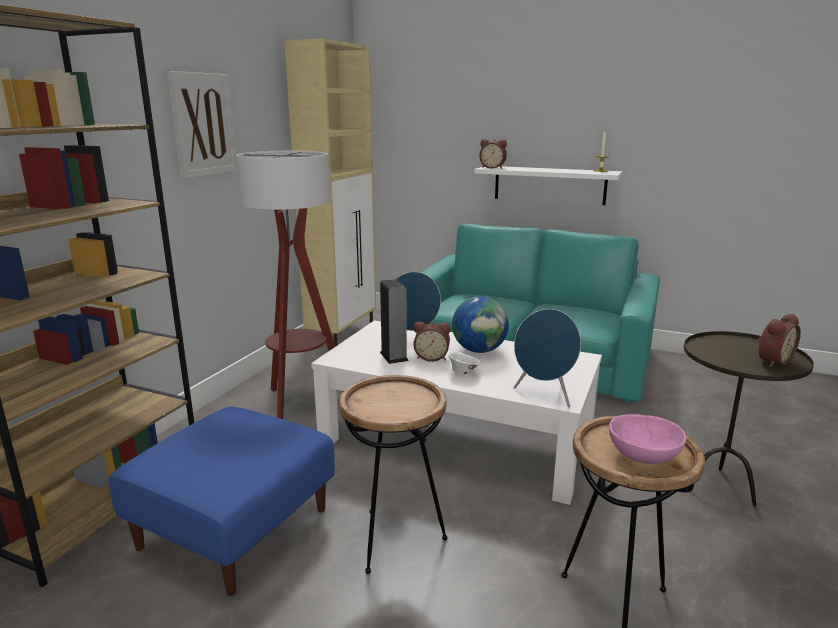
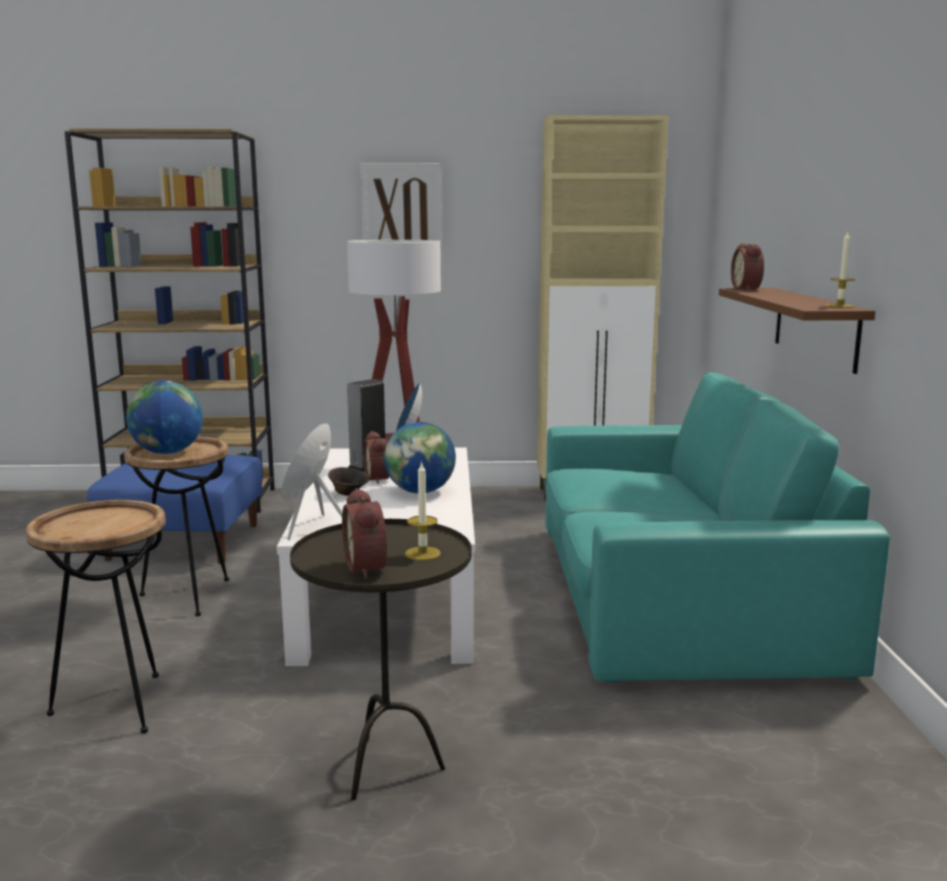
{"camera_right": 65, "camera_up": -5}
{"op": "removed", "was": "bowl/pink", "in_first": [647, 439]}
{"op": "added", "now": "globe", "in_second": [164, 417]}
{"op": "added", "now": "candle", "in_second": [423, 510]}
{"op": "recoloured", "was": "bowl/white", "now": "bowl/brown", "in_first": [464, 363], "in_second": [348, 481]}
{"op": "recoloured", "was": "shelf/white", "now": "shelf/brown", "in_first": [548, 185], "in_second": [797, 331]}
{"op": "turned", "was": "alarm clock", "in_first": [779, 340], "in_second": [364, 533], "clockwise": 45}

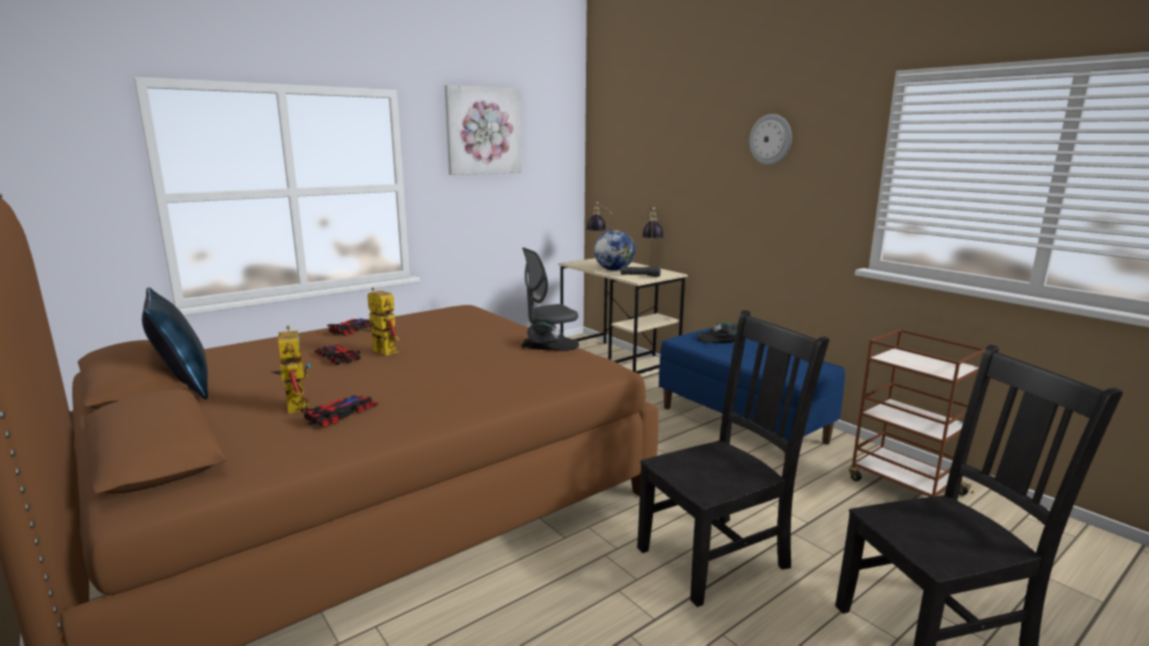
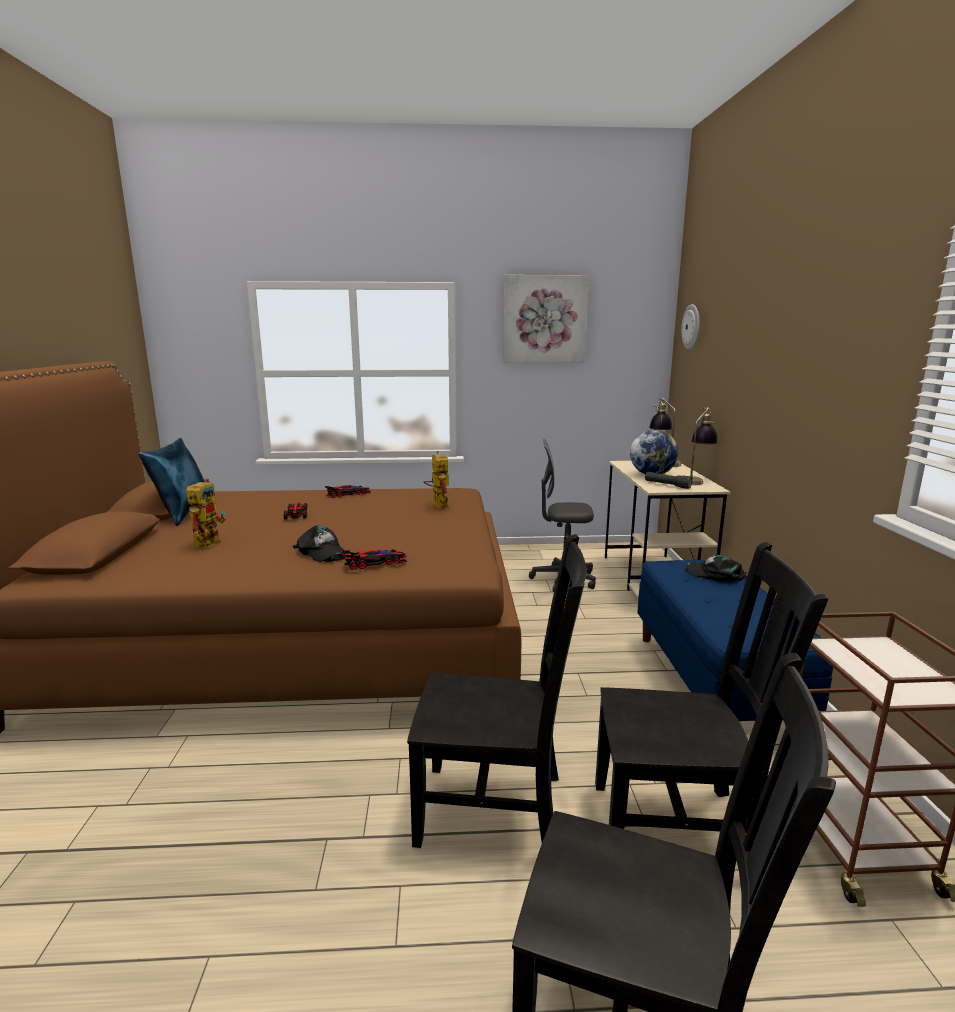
{"camera_right": 35, "camera_up": 0}
{"op": "added", "now": "chair/black", "in_second": [711, 688]}
{"op": "moved", "was": "toy car", "in_first": [339, 411], "in_second": [375, 559]}
{"op": "moved", "was": "toy robot", "in_first": [378, 321], "in_second": [437, 480]}
{"op": "moved", "was": "cap/black", "in_first": [550, 336], "in_second": [319, 543]}
{"op": "moved", "was": "wall clock", "in_first": [771, 139], "in_second": [690, 327]}

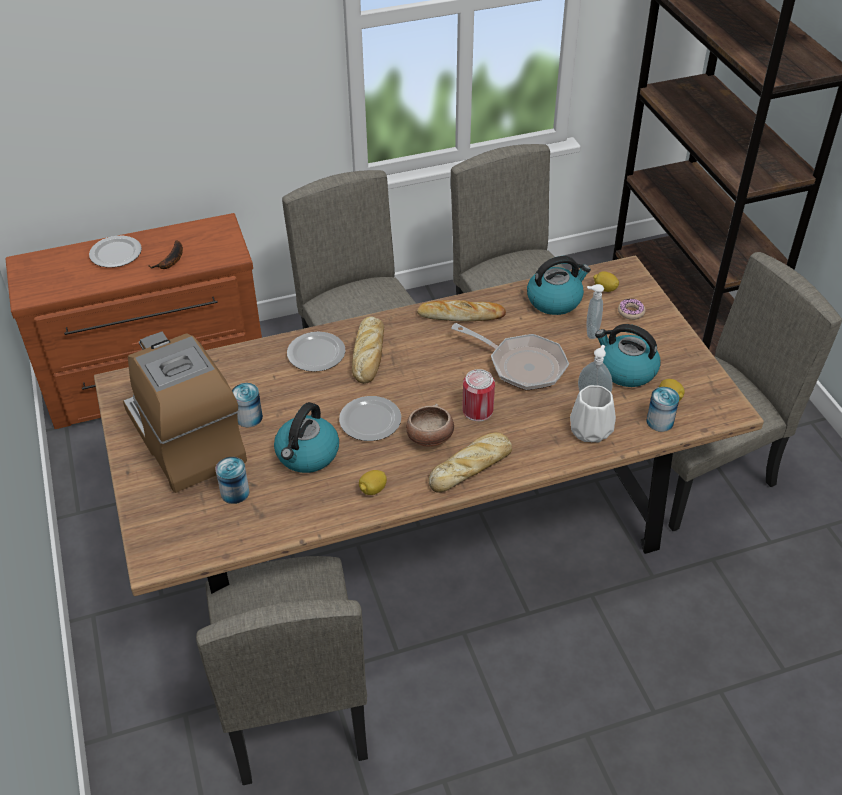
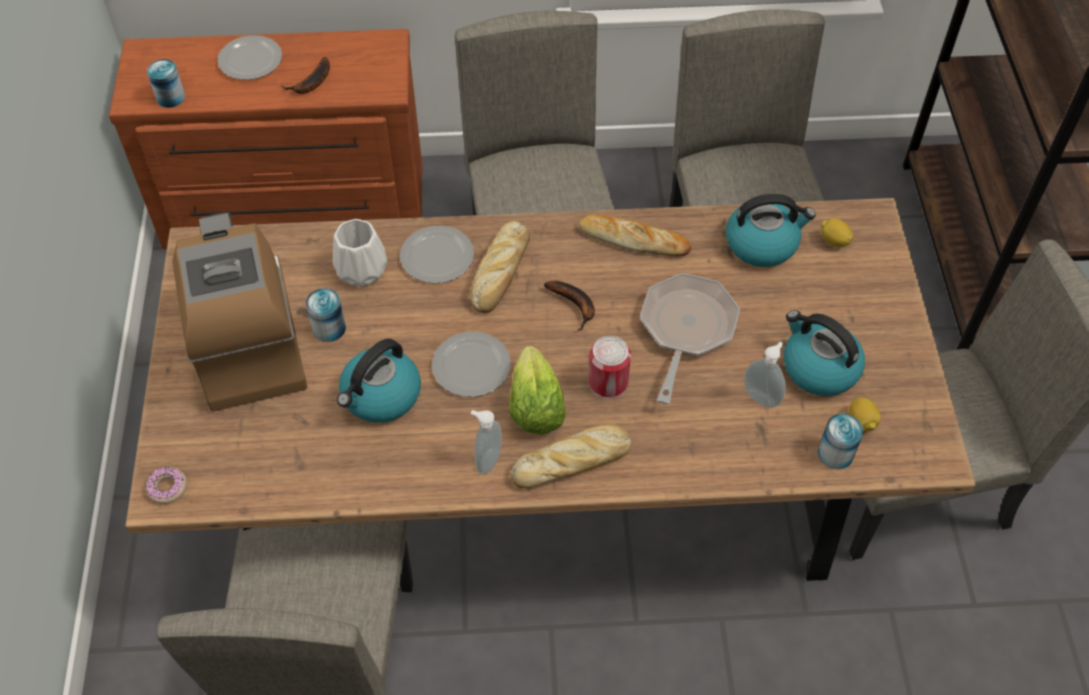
{"camera_right": 15, "camera_up": 10}
{"op": "removed", "was": "lemon", "in_first": [373, 482]}
{"op": "added", "now": "banana", "in_second": [569, 305]}
{"op": "moved", "was": "can", "in_first": [232, 480], "in_second": [166, 83]}
{"op": "moved", "was": "vase/white", "in_first": [593, 413], "in_second": [360, 253]}
{"op": "moved", "was": "soap dispenser", "in_first": [595, 311], "in_second": [486, 442]}
{"op": "moved", "was": "donut", "in_first": [631, 309], "in_second": [166, 485]}
{"op": "replaced", "was": "bowl", "now": "lettuce", "in_first": [430, 425], "in_second": [537, 390]}
{"op": "turned", "was": "frying pan", "in_first": [510, 357], "in_second": [690, 338], "clockwise": -120}

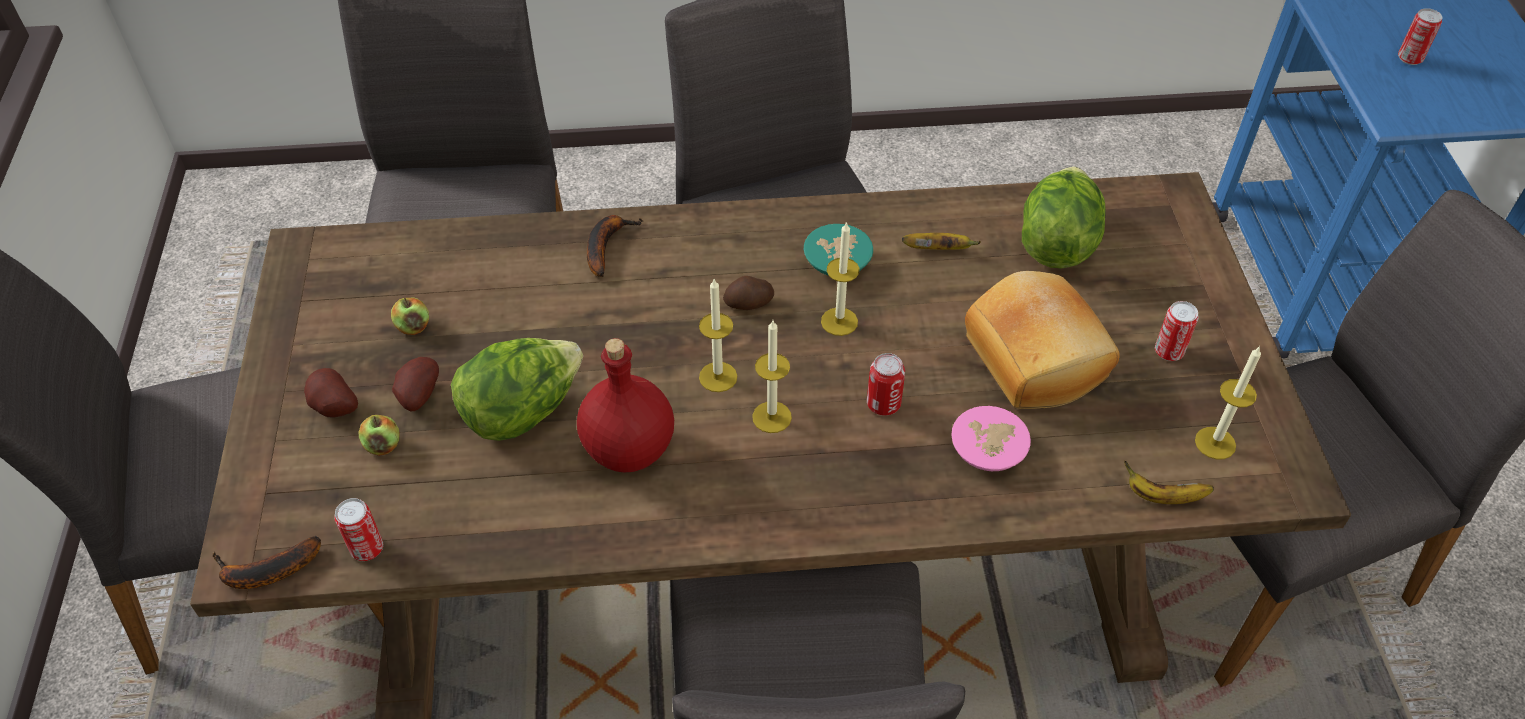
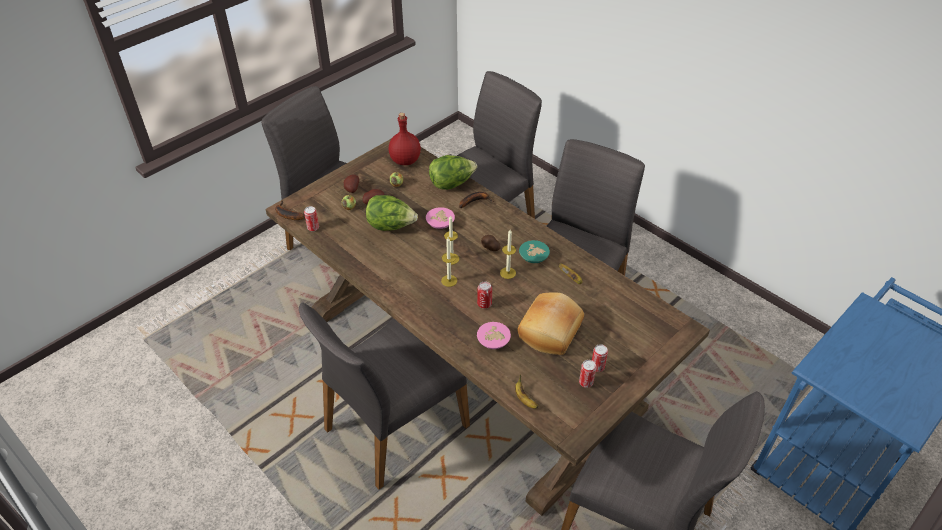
{"camera_right": 50, "camera_up": -5}
{"op": "removed", "was": "candle", "in_first": [1228, 403]}
{"op": "added", "now": "bowl/pink", "in_second": [440, 218]}
{"op": "moved", "was": "bottle/red", "in_first": [625, 405], "in_second": [405, 139]}
{"op": "moved", "was": "lettuce", "in_first": [1064, 218], "in_second": [453, 172]}
{"op": "moved", "was": "can", "in_first": [1420, 36], "in_second": [587, 374]}

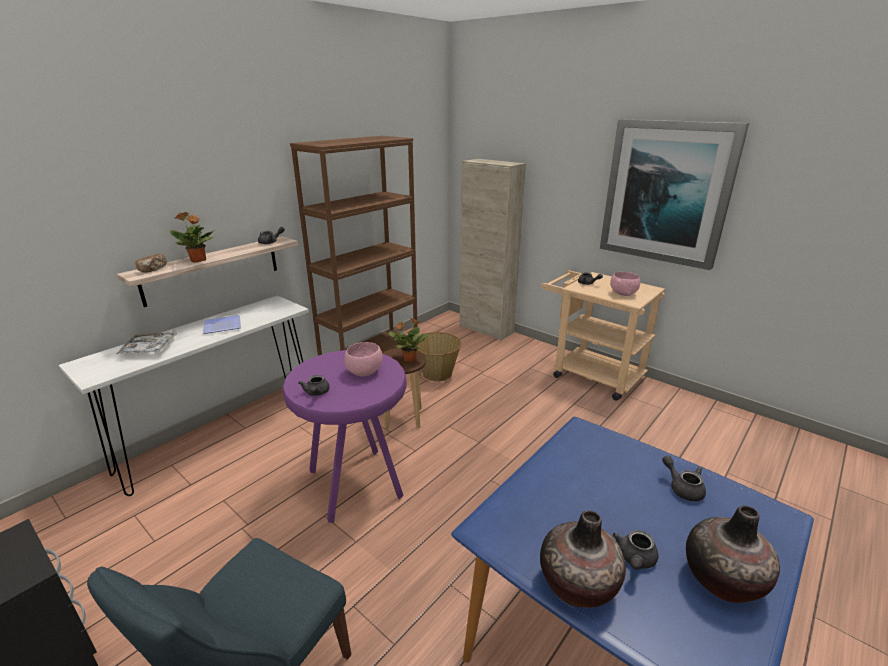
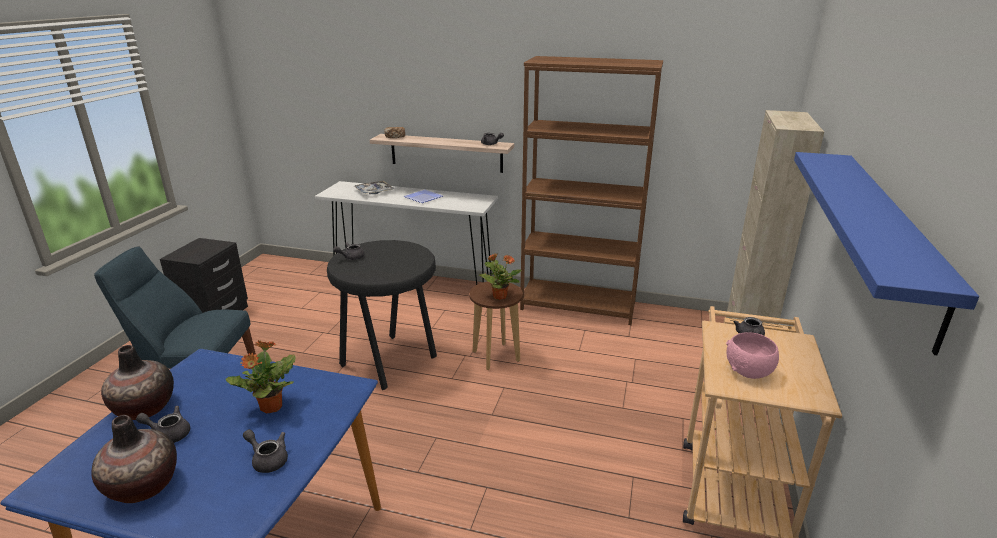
{"camera_right": 65, "camera_up": 0}
{"op": "removed", "was": "bowl/pink", "in_first": [363, 359]}
{"op": "removed", "was": "basket", "in_first": [438, 357]}
{"op": "moved", "was": "potted plant", "in_first": [192, 237], "in_second": [261, 376]}
{"op": "replaced", "was": "picture", "now": "shelf/blue", "in_first": [674, 194], "in_second": [886, 253]}
{"op": "recoloured", "was": "stool/purple", "now": "stool/black", "in_first": [344, 436], "in_second": [382, 315]}
{"op": "turned", "was": "teapot/grey", "in_first": [684, 478], "in_second": [265, 451], "clockwise": -90}

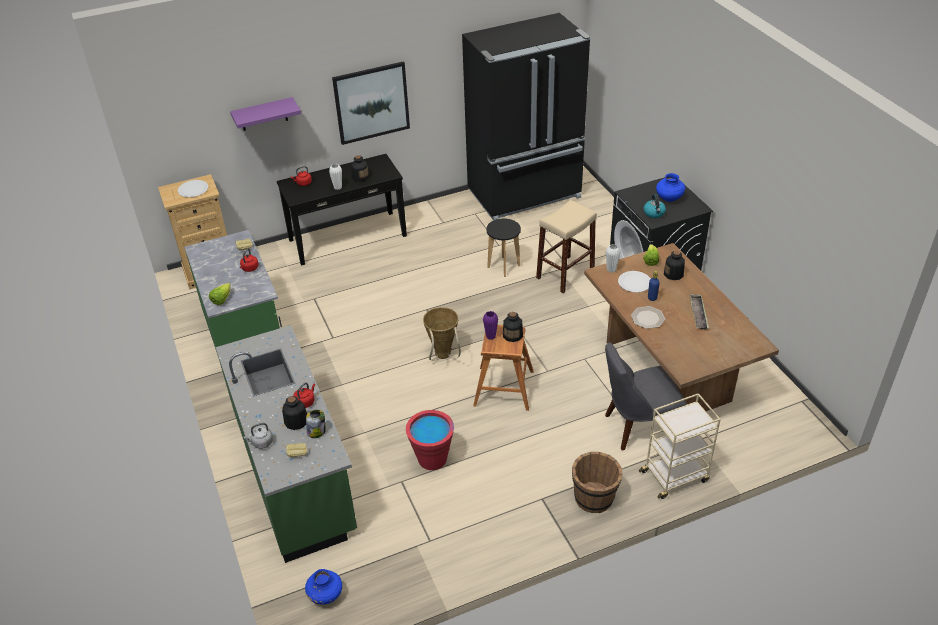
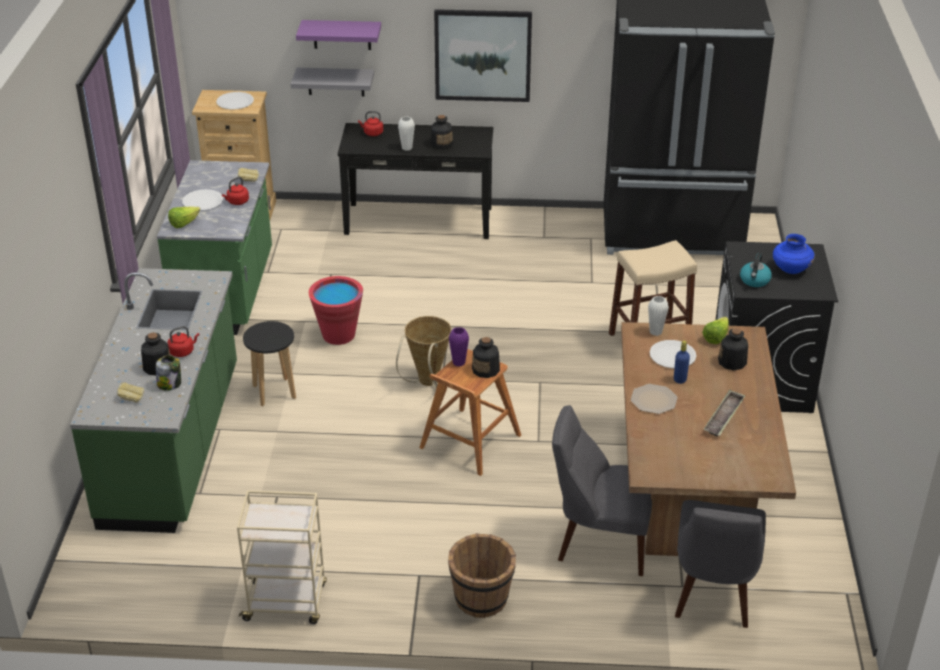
{"camera_right": 25, "camera_up": -5}
{"op": "removed", "was": "kettle/grey", "in_first": [258, 436]}
{"op": "removed", "was": "vase/blue", "in_first": [323, 587]}
{"op": "added", "now": "plate/white", "in_second": [202, 200]}
{"op": "added", "now": "shelf/grey", "in_second": [332, 82]}
{"op": "added", "now": "chair/grey", "in_second": [720, 564]}
{"op": "moved", "was": "bucket/red", "in_first": [430, 440], "in_second": [336, 310]}
{"op": "moved", "was": "stool/black", "in_first": [503, 247], "in_second": [269, 363]}
{"op": "moved", "was": "cart/beige", "in_first": [680, 446], "in_second": [282, 557]}

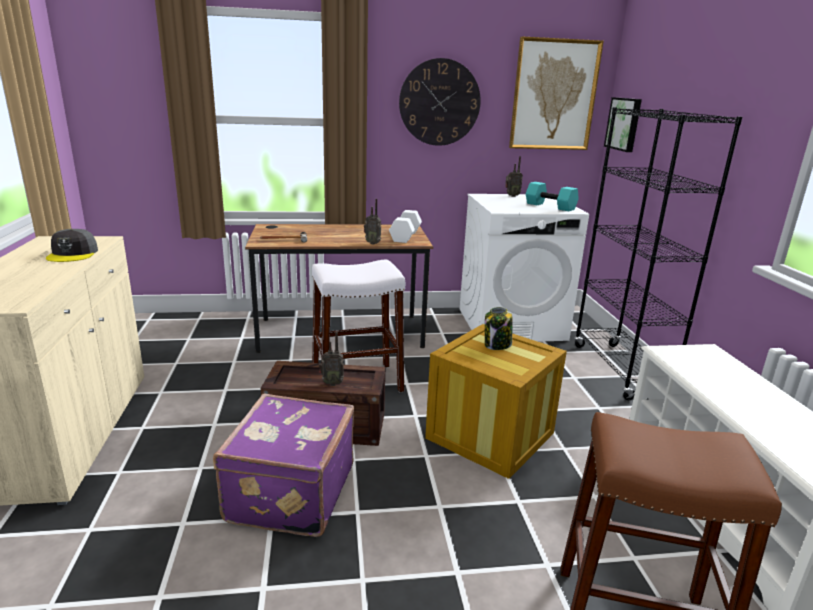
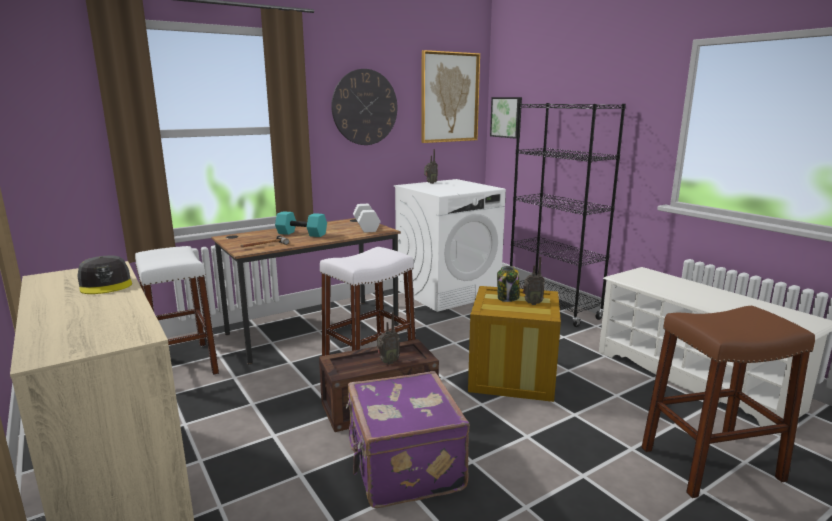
{"camera_right": -25, "camera_up": -5}
{"op": "added", "now": "stool/white", "in_second": [177, 310]}
{"op": "moved", "was": "radio", "in_first": [372, 222], "in_second": [534, 280]}
{"op": "moved", "was": "dumbbell/turquoise", "in_first": [552, 196], "in_second": [301, 224]}

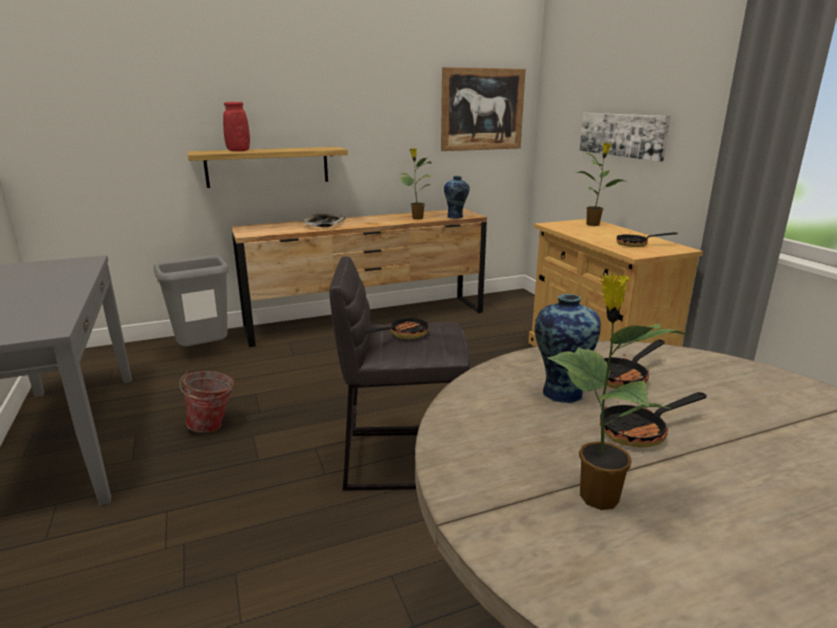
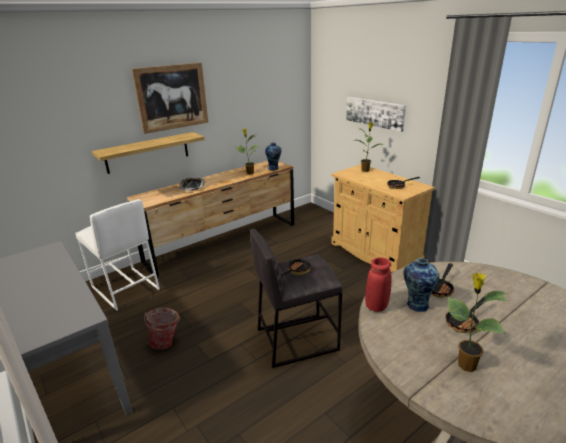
{"camera_right": -15, "camera_up": 5}
{"op": "moved", "was": "vase/red", "in_first": [236, 126], "in_second": [378, 284]}
{"op": "moved", "was": "picture", "in_first": [483, 109], "in_second": [170, 98]}
{"op": "replaced", "was": "trash can/grey", "now": "stool/white", "in_first": [191, 300], "in_second": [118, 255]}

